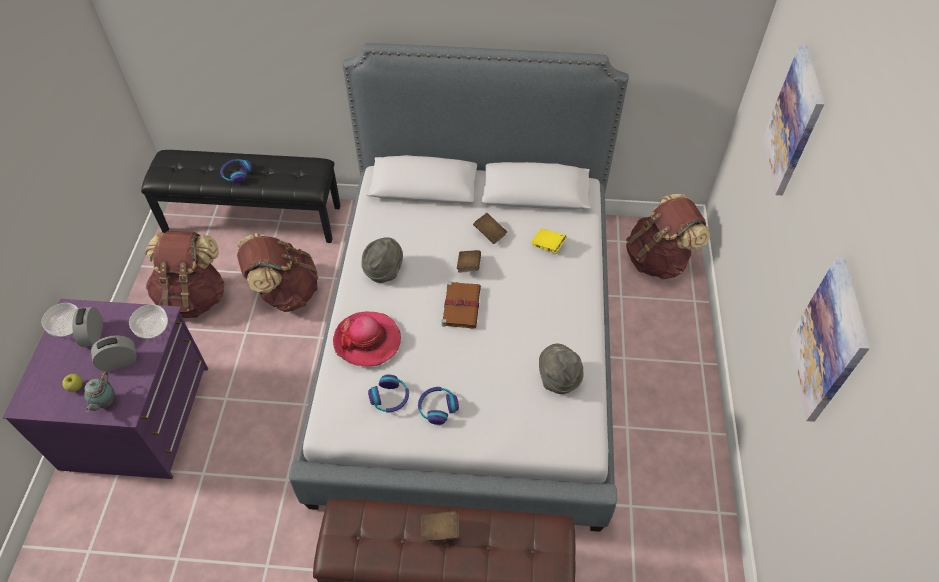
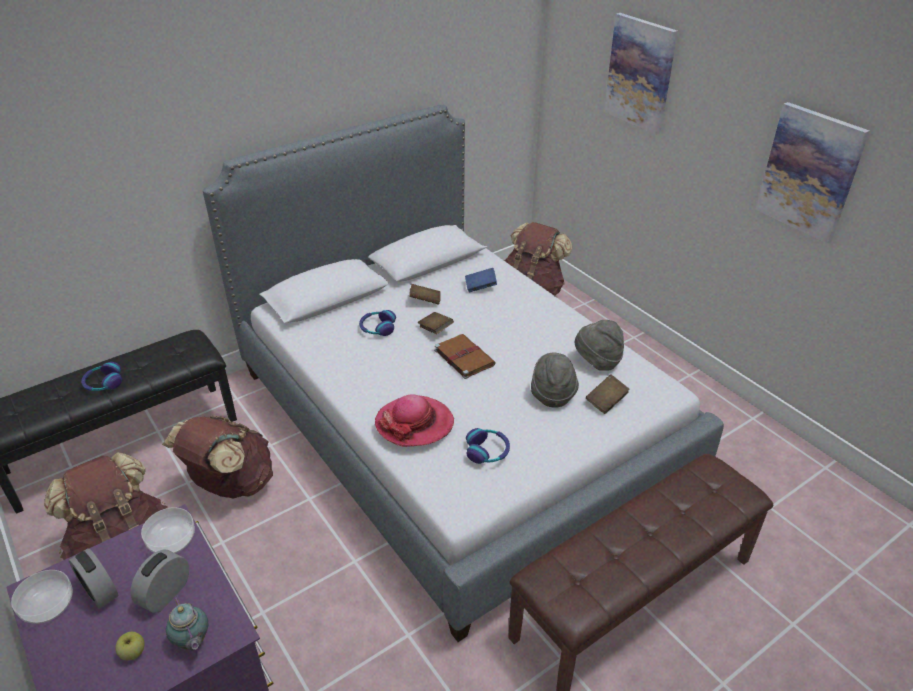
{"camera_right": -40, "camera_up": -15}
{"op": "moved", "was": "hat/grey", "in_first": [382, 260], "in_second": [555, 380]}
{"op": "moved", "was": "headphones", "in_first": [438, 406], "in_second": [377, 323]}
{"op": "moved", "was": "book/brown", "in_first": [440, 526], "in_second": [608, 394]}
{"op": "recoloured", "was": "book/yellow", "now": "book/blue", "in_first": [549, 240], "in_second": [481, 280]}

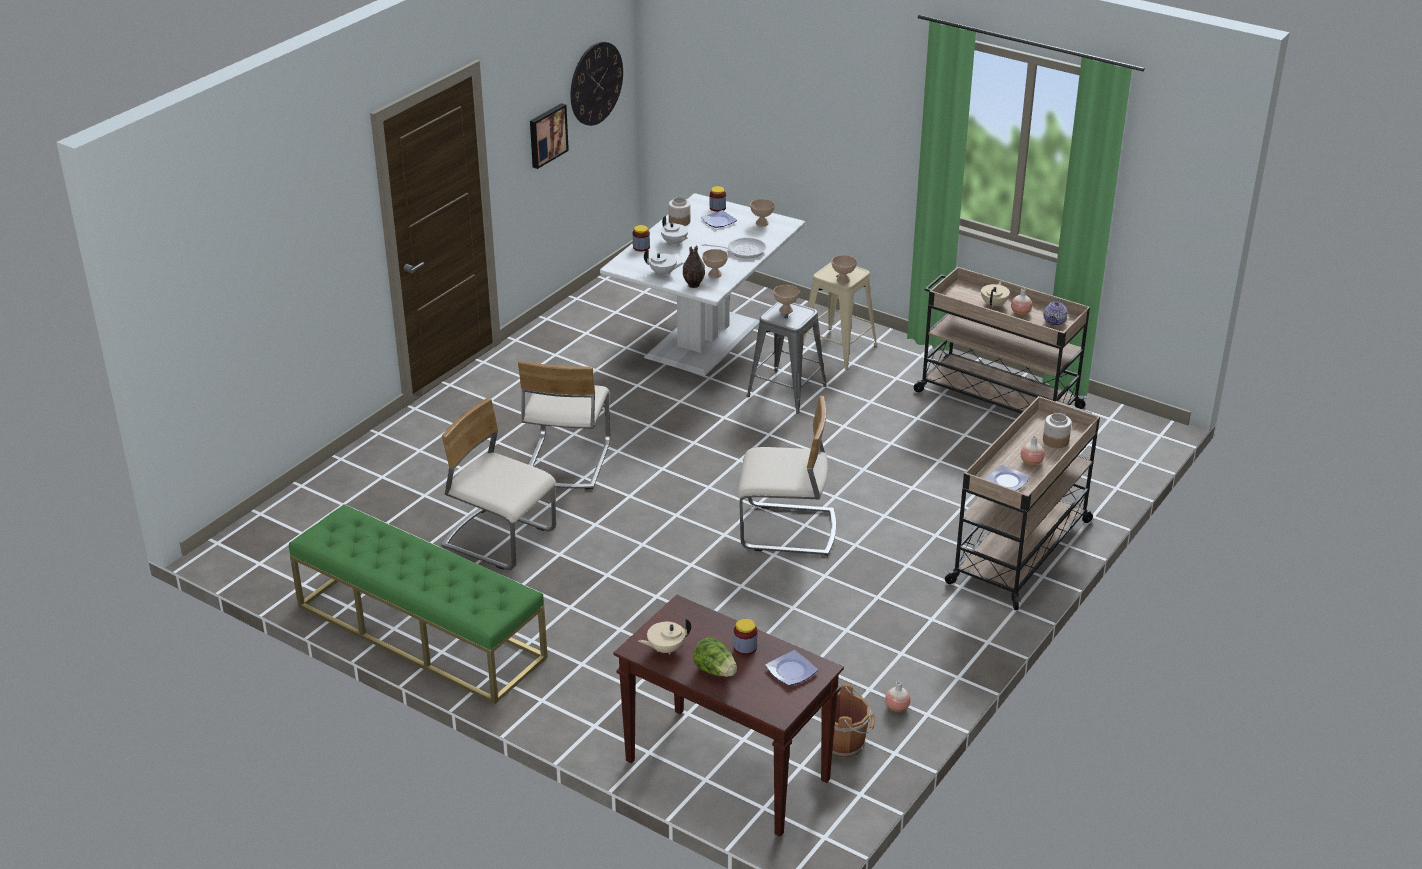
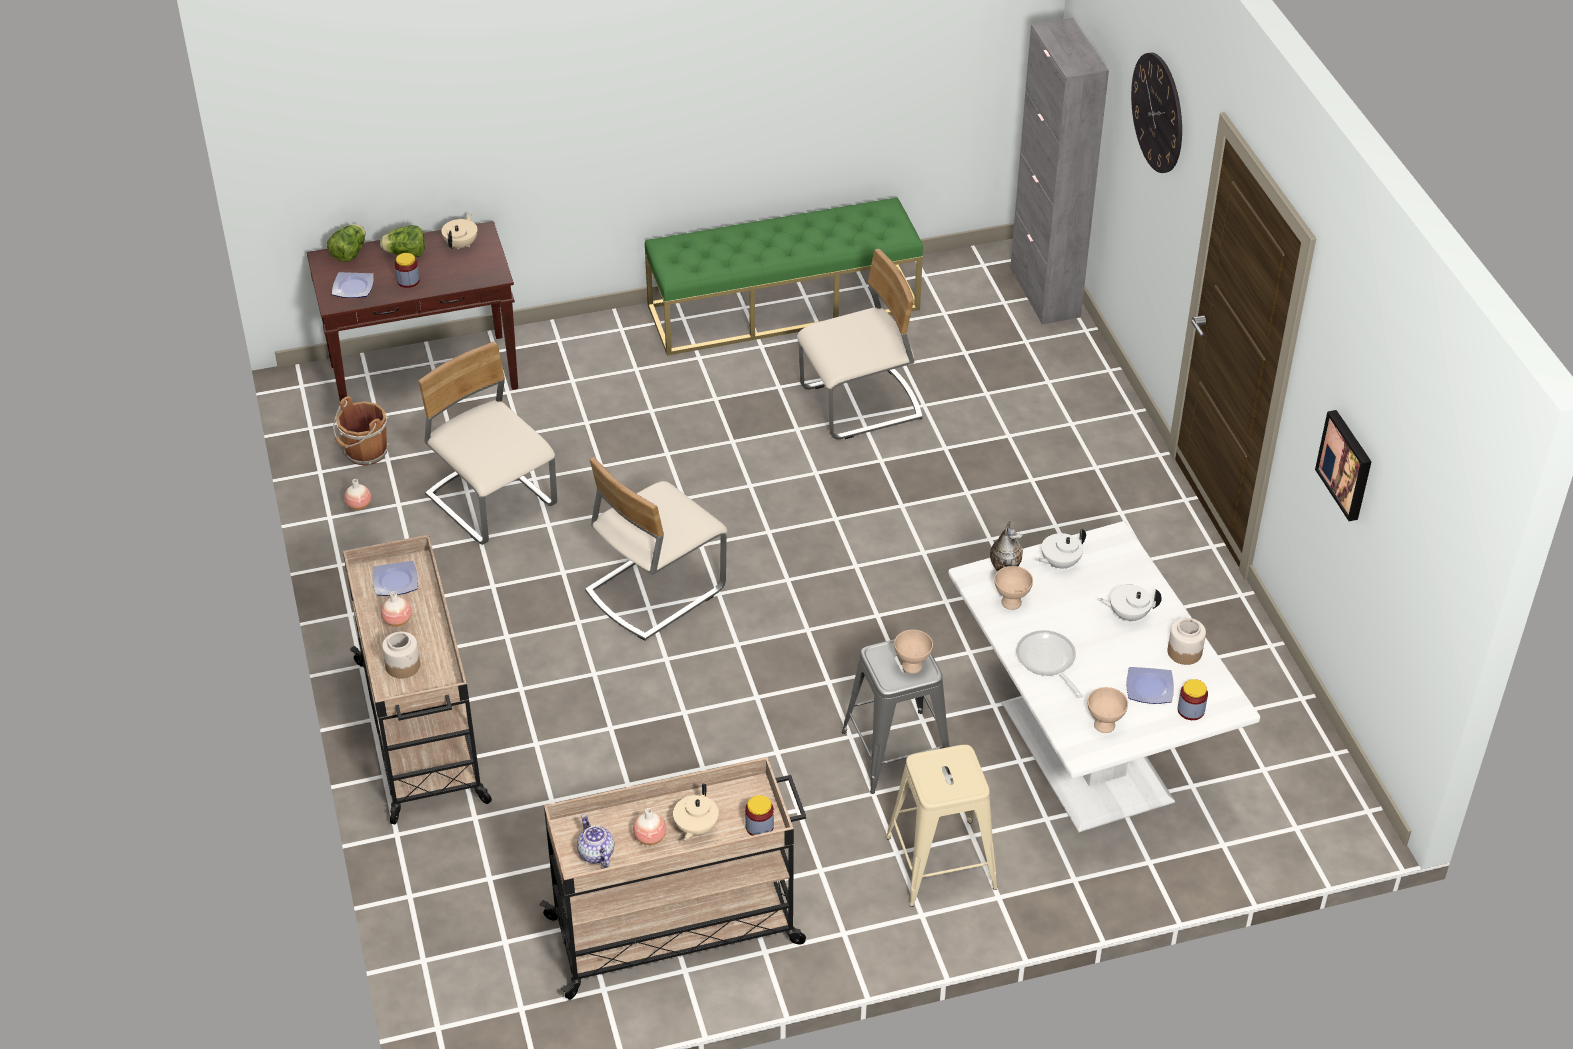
{"camera_right": 130, "camera_up": 10}
{"op": "removed", "was": "bowl/beige", "in_first": [844, 269]}
{"op": "added", "now": "lettuce", "in_second": [346, 243]}
{"op": "added", "now": "cabinet/grey", "in_second": [1059, 171]}
{"op": "moved", "was": "chair/beige", "in_first": [564, 424], "in_second": [487, 443]}
{"op": "moved", "was": "wall clock", "in_first": [597, 84], "in_second": [1156, 113]}
{"op": "moved", "was": "jar", "in_first": [641, 238], "in_second": [759, 815]}
{"op": "turned", "was": "frying pan", "in_first": [733, 247], "in_second": [1049, 664], "clockwise": 120}
{"op": "turned", "was": "teapot/beige", "in_first": [995, 294], "in_second": [696, 811], "clockwise": 45}

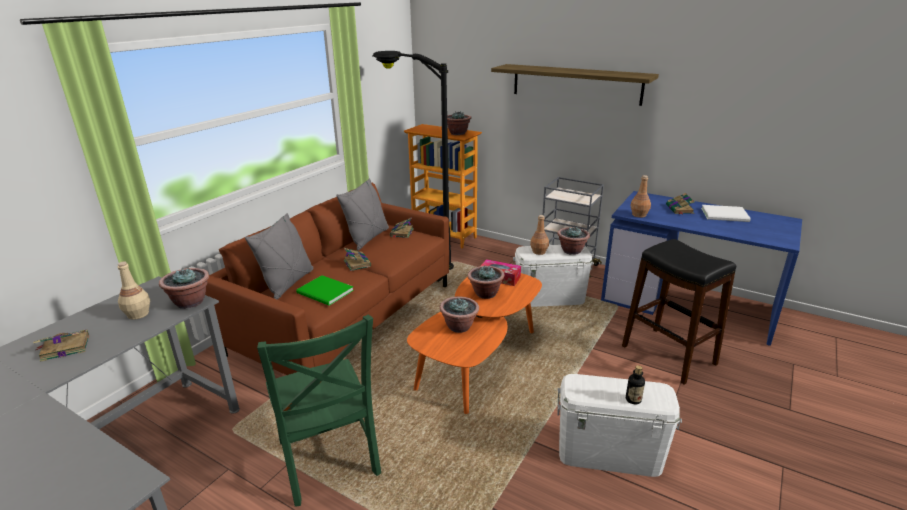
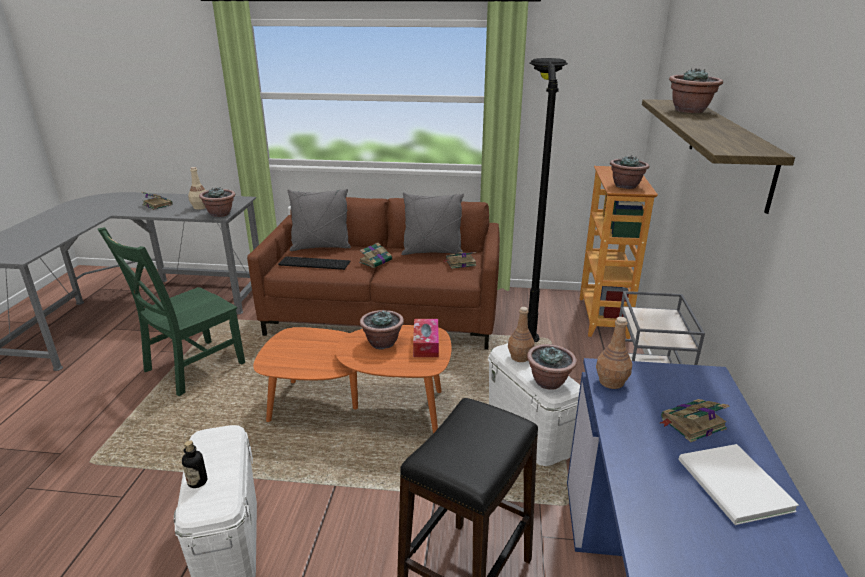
{"camera_right": 65, "camera_up": 0}
{"op": "moved", "was": "potted plant", "in_first": [459, 314], "in_second": [696, 90]}
{"op": "replaced", "was": "book/green", "now": "keyboard", "in_first": [325, 290], "in_second": [314, 263]}

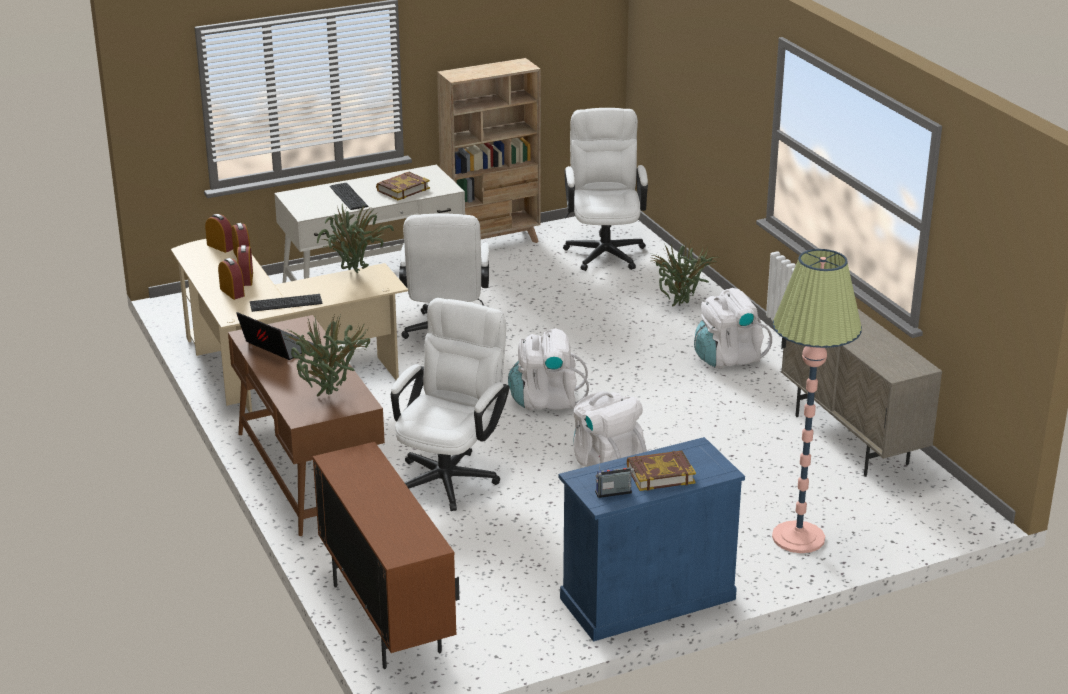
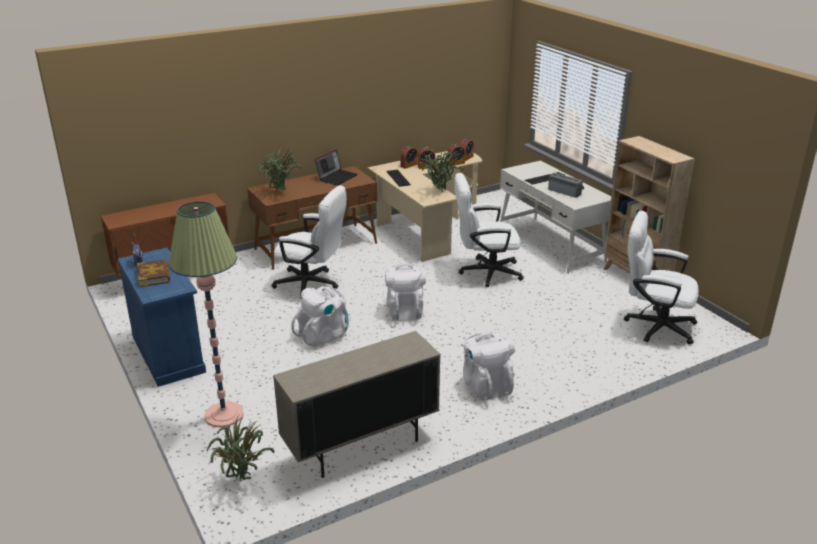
{"camera_right": 85, "camera_up": 0}
{"op": "moved", "was": "potted plant", "in_first": [684, 274], "in_second": [241, 448]}
{"op": "replaced", "was": "book", "now": "radio", "in_first": [403, 186], "in_second": [566, 185]}
{"op": "turned", "was": "office chair/white", "in_first": [605, 189], "in_second": [661, 277], "clockwise": -150}

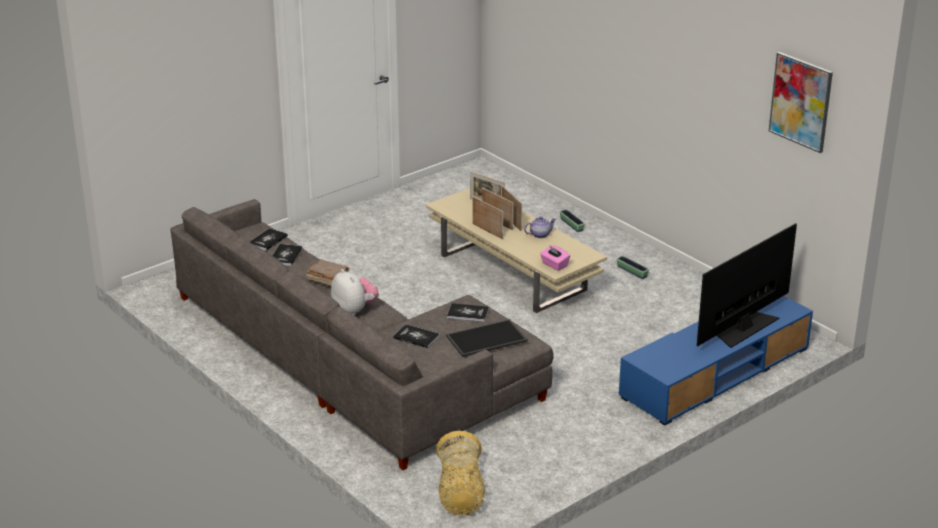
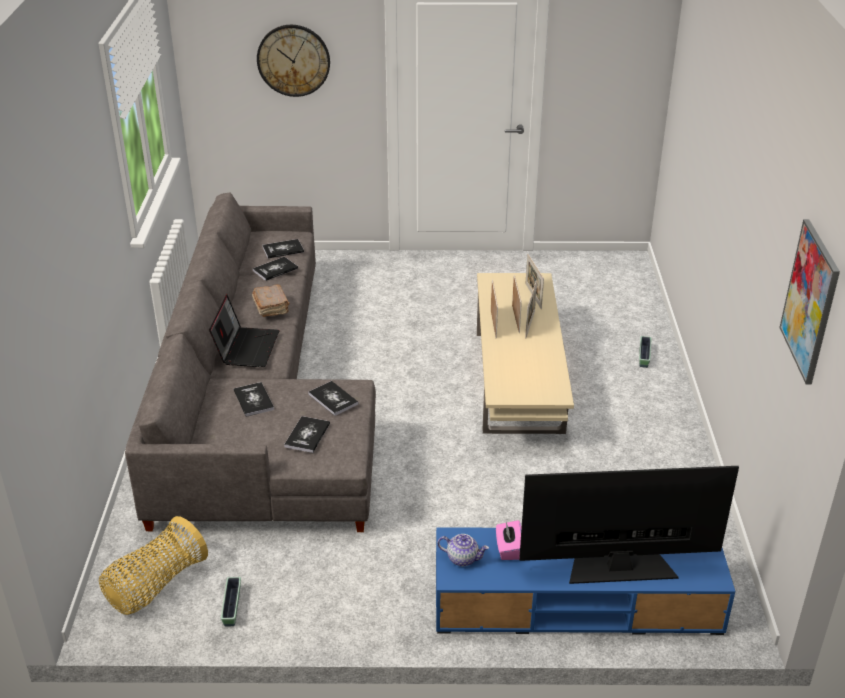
{"camera_right": 40, "camera_up": 5}
{"op": "added", "now": "wall clock", "in_second": [293, 61]}
{"op": "moved", "was": "teapot", "in_first": [540, 227], "in_second": [463, 550]}
{"op": "moved", "was": "tissue box/pink", "in_first": [555, 258], "in_second": [509, 540]}
{"op": "moved", "was": "planter", "in_first": [632, 267], "in_second": [231, 601]}
{"op": "replaced", "was": "plush toy", "now": "laptop", "in_first": [355, 292], "in_second": [244, 331]}
{"op": "replaced", "was": "tray", "now": "book", "in_first": [487, 338], "in_second": [307, 434]}

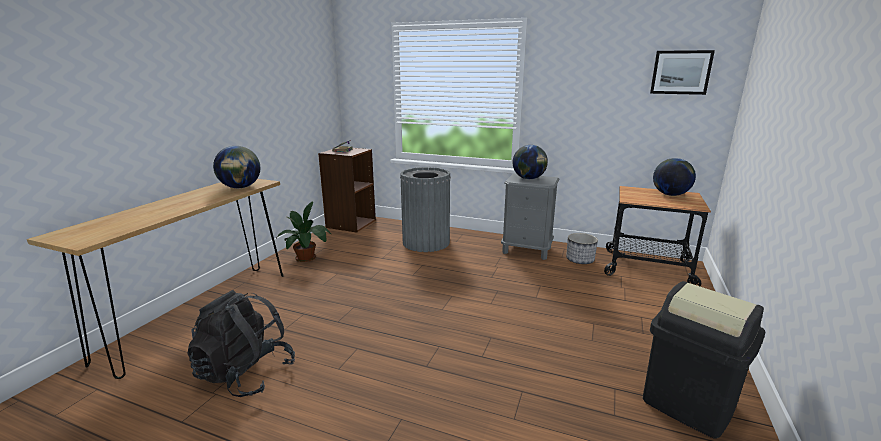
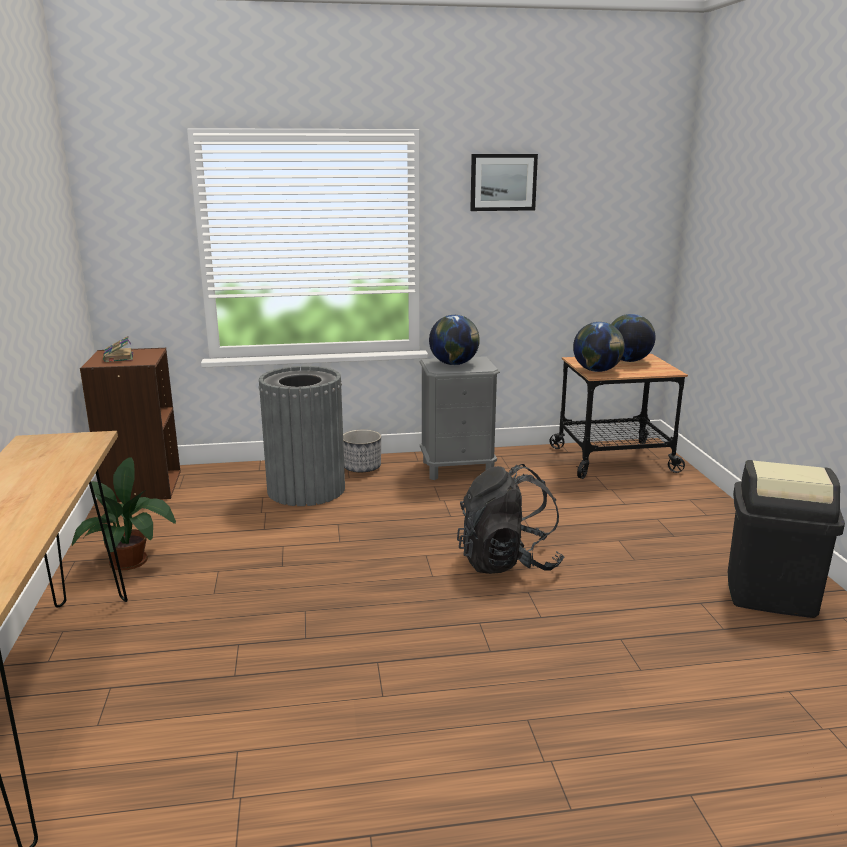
{"camera_right": -30, "camera_up": 0}
{"op": "moved", "was": "backpack/black", "in_first": [241, 343], "in_second": [510, 519]}
{"op": "moved", "was": "globe", "in_first": [236, 167], "in_second": [599, 347]}
{"op": "moved", "was": "planter", "in_first": [582, 248], "in_second": [362, 451]}
{"op": "moved", "was": "picture", "in_first": [682, 72], "in_second": [504, 182]}

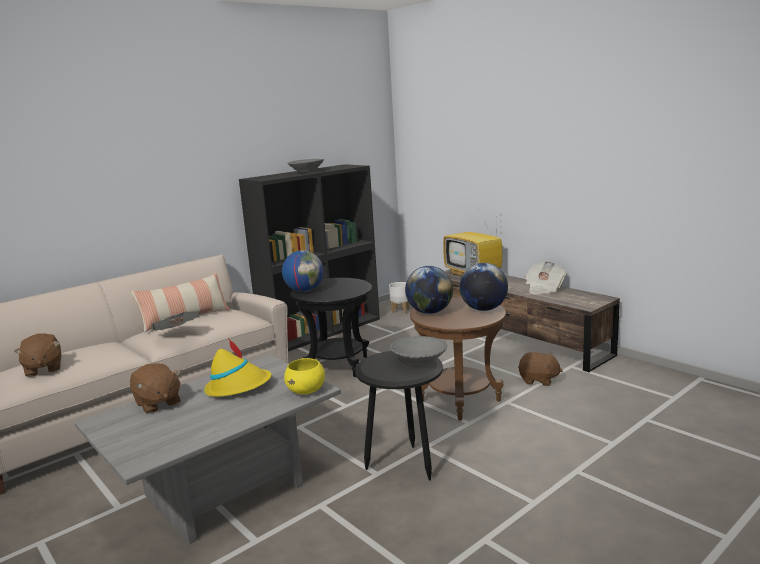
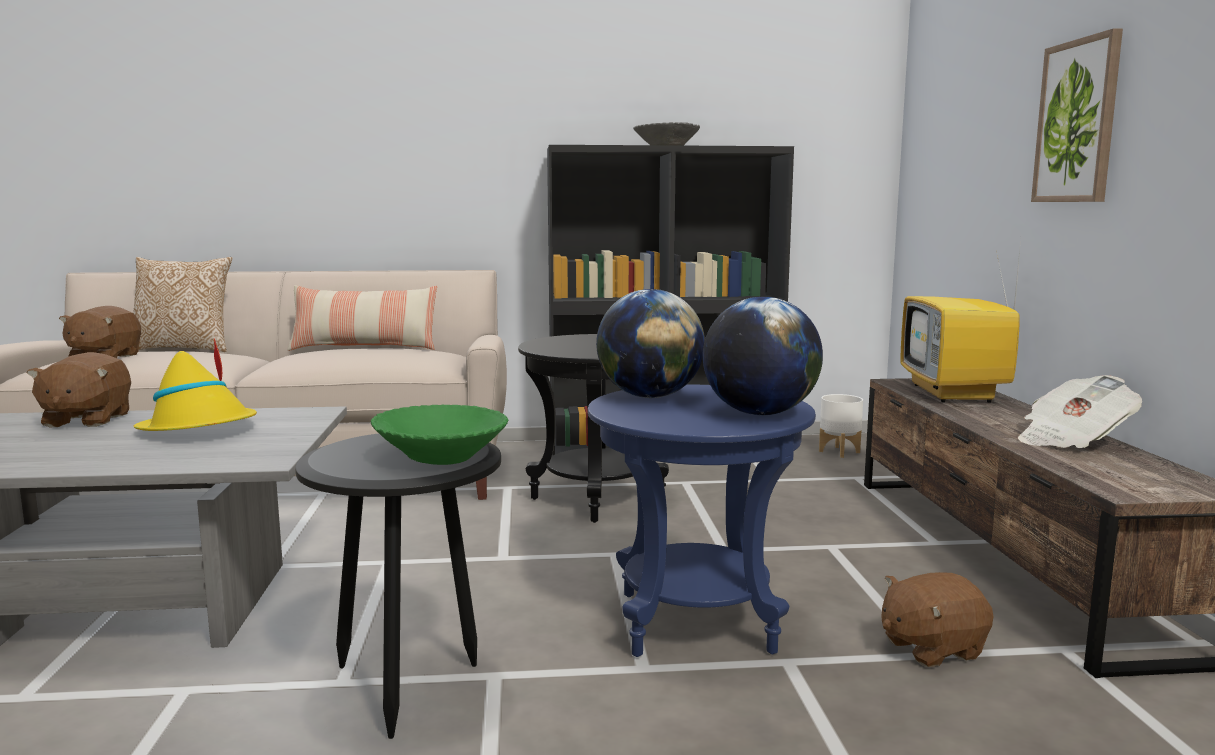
{"camera_right": 35, "camera_up": -5}
{"op": "removed", "was": "newspaper", "in_first": [175, 321]}
{"op": "removed", "was": "globe", "in_first": [302, 271]}
{"op": "removed", "was": "bowl/yellow", "in_first": [304, 376]}
{"op": "added", "now": "pillow", "in_second": [182, 304]}
{"op": "added", "now": "picture", "in_second": [1077, 115]}
{"op": "recoloured", "was": "bowl/grey", "now": "bowl/green", "in_first": [418, 351], "in_second": [439, 435]}
{"op": "recoloured", "was": "side table/brown", "now": "side table/blue", "in_first": [458, 359], "in_second": [702, 521]}
{"op": "turned", "was": "plush toy/brown", "in_first": [540, 369], "in_second": [937, 619], "clockwise": 105}

